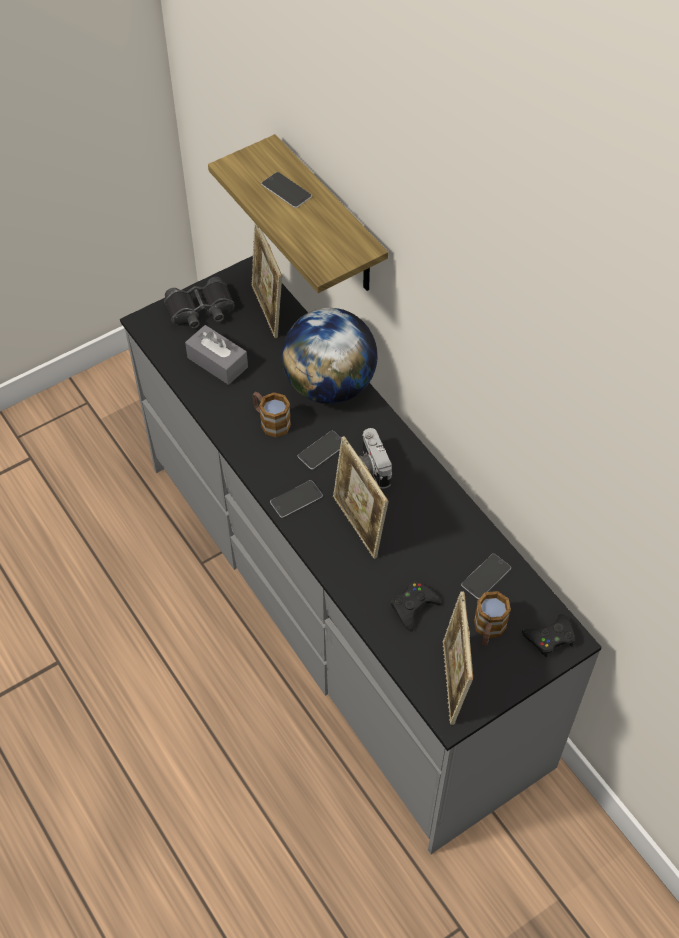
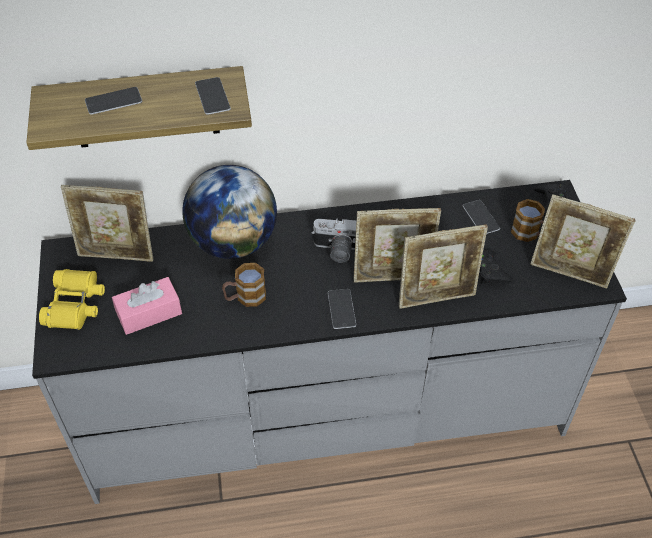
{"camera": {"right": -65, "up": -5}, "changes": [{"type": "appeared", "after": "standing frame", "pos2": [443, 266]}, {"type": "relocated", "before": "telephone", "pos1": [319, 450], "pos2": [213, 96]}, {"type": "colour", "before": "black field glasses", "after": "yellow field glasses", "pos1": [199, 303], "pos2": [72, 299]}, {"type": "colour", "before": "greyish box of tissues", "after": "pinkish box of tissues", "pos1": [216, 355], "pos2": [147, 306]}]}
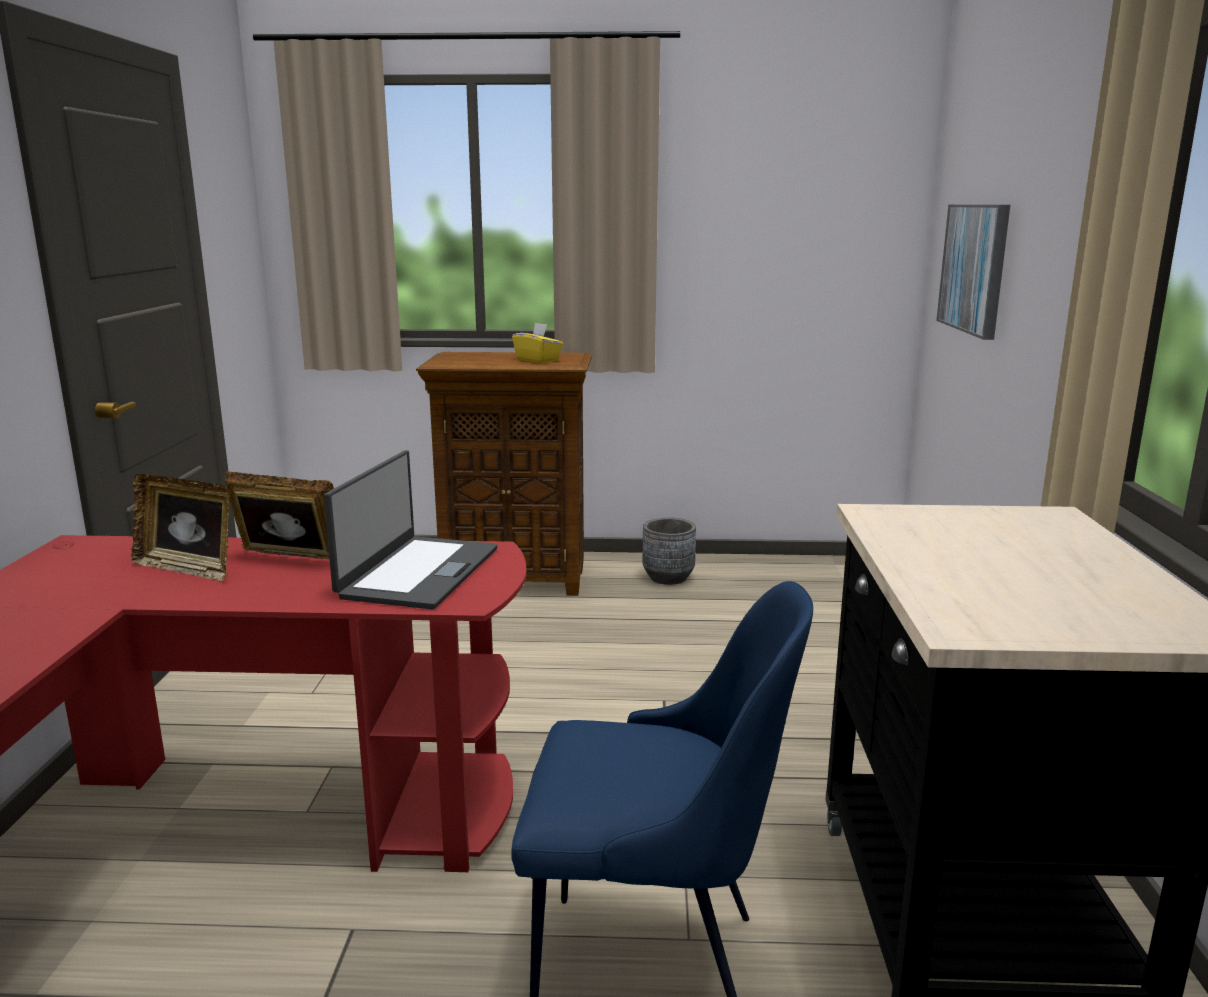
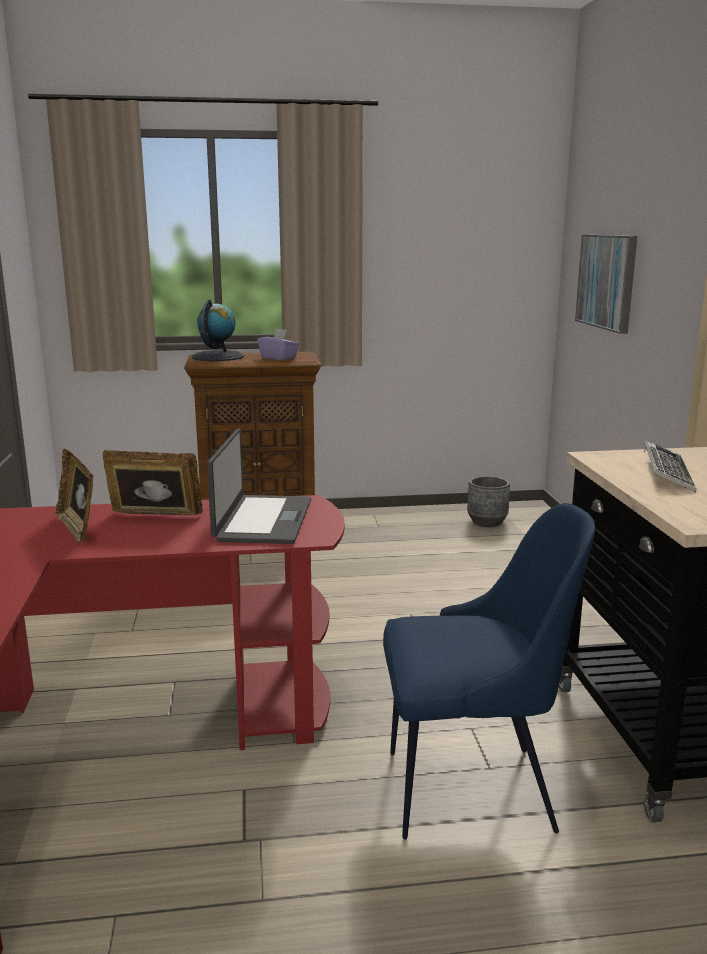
{"camera": {"right": -10, "up": 0}, "changes": [{"type": "appeared", "after": "desk globe", "pos2": [218, 330]}, {"type": "appeared", "after": "computer keyboard", "pos2": [670, 466]}, {"type": "relocated", "before": "greyish flower pot", "pos1": [669, 551], "pos2": [488, 501]}, {"type": "colour", "before": "yellow box of tissues", "after": "purplish box of tissues", "pos1": [537, 342], "pos2": [278, 344]}, {"type": "spun", "before": "standing frame", "pos1": [180, 527], "pos2": [74, 496], "turn": 45}]}
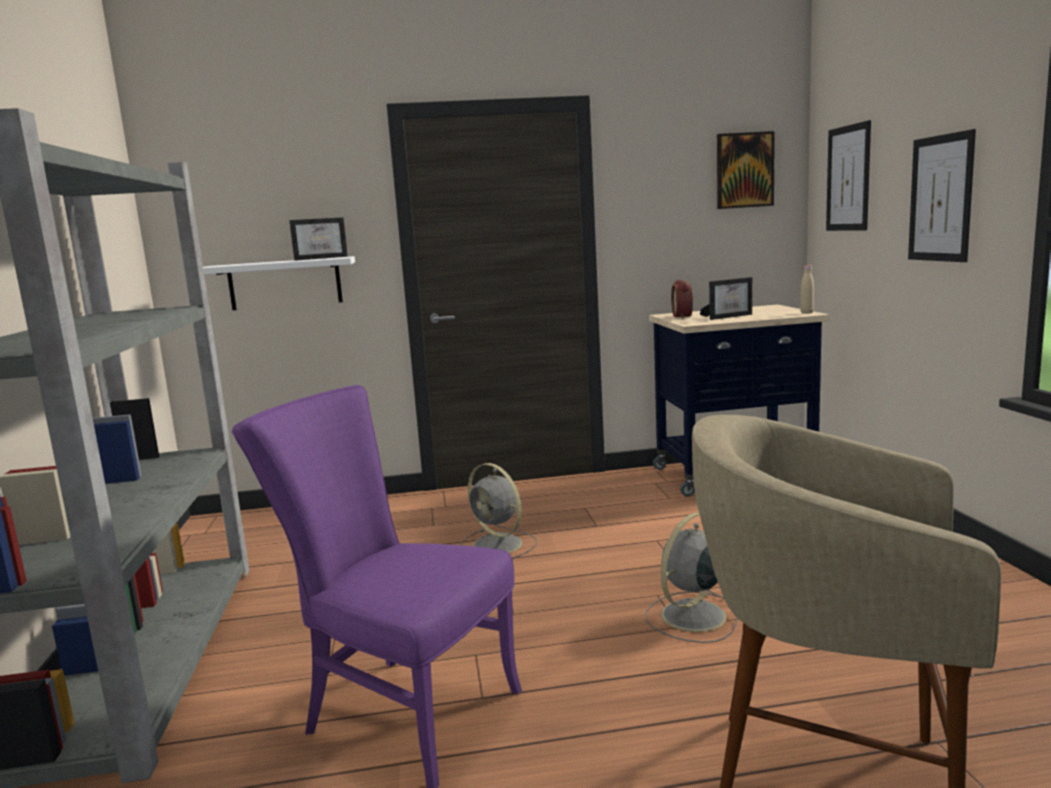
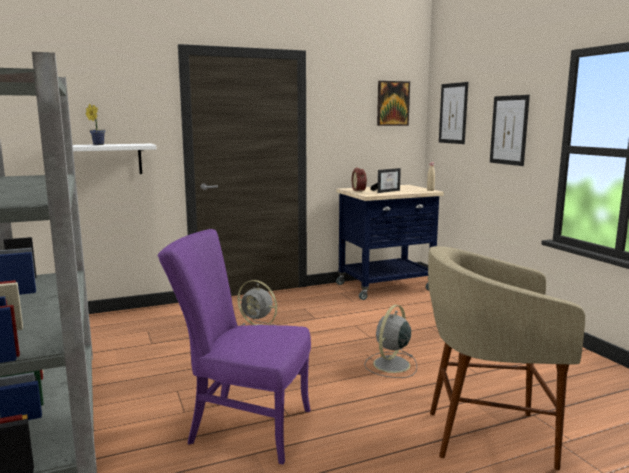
{"camera": {"right": -15, "up": 0}, "changes": [{"type": "missing", "before": "standing frame", "pos1": [318, 239]}, {"type": "appeared", "after": "plant in a pot", "pos2": [95, 124]}]}
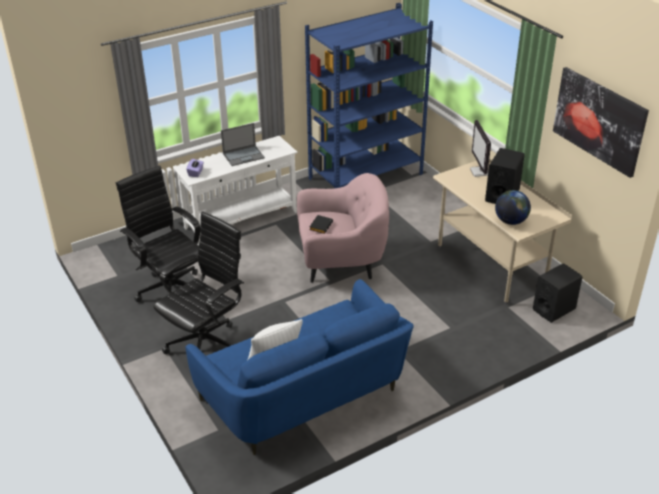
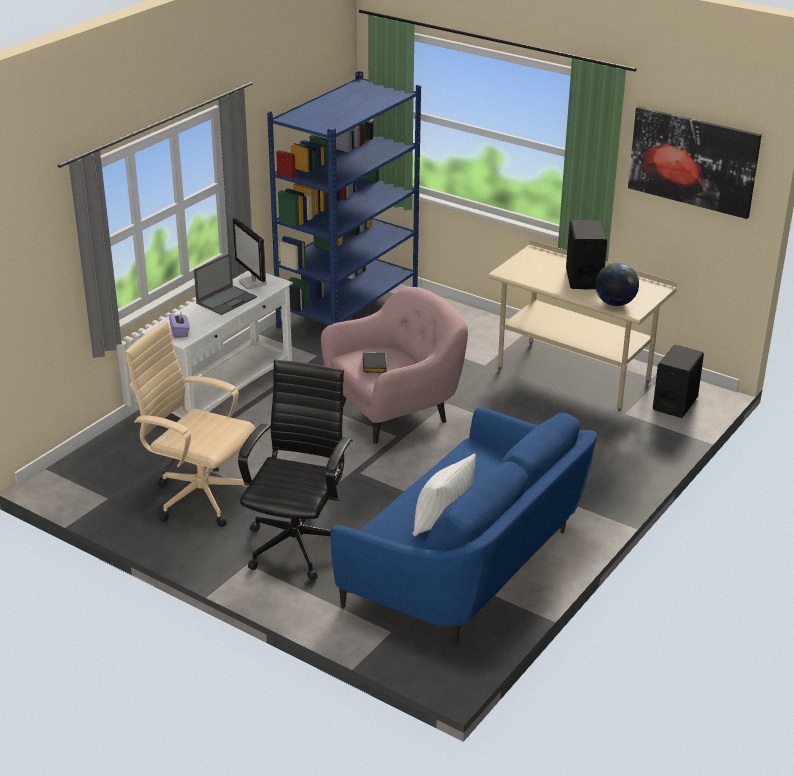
{"camera": {"right": -25, "up": -5}, "changes": [{"type": "relocated", "before": "monitor", "pos1": [480, 148], "pos2": [250, 253]}, {"type": "colour", "before": "black desk chair", "after": "sand-coloured desk chair", "pos1": [158, 234], "pos2": [189, 424]}]}
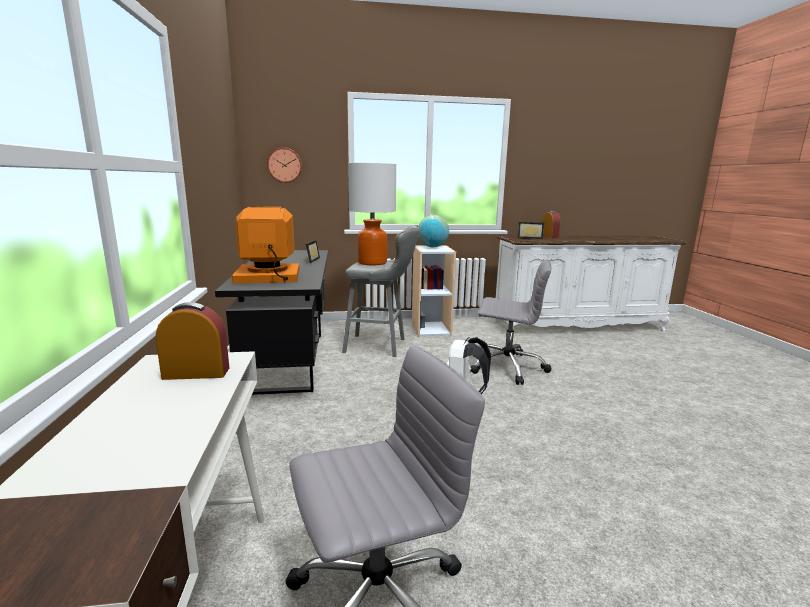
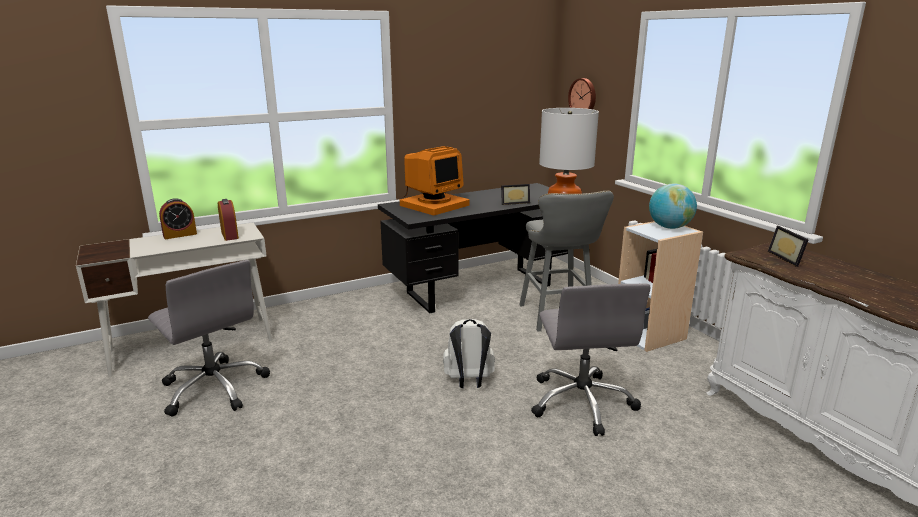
{"camera": {"right": 70, "up": 5}, "changes": [{"type": "relocated", "before": "bedside clock", "pos1": [551, 224], "pos2": [178, 218]}, {"type": "spun", "before": "monitor", "pos1": [265, 245], "pos2": [435, 180], "turn": 75}]}
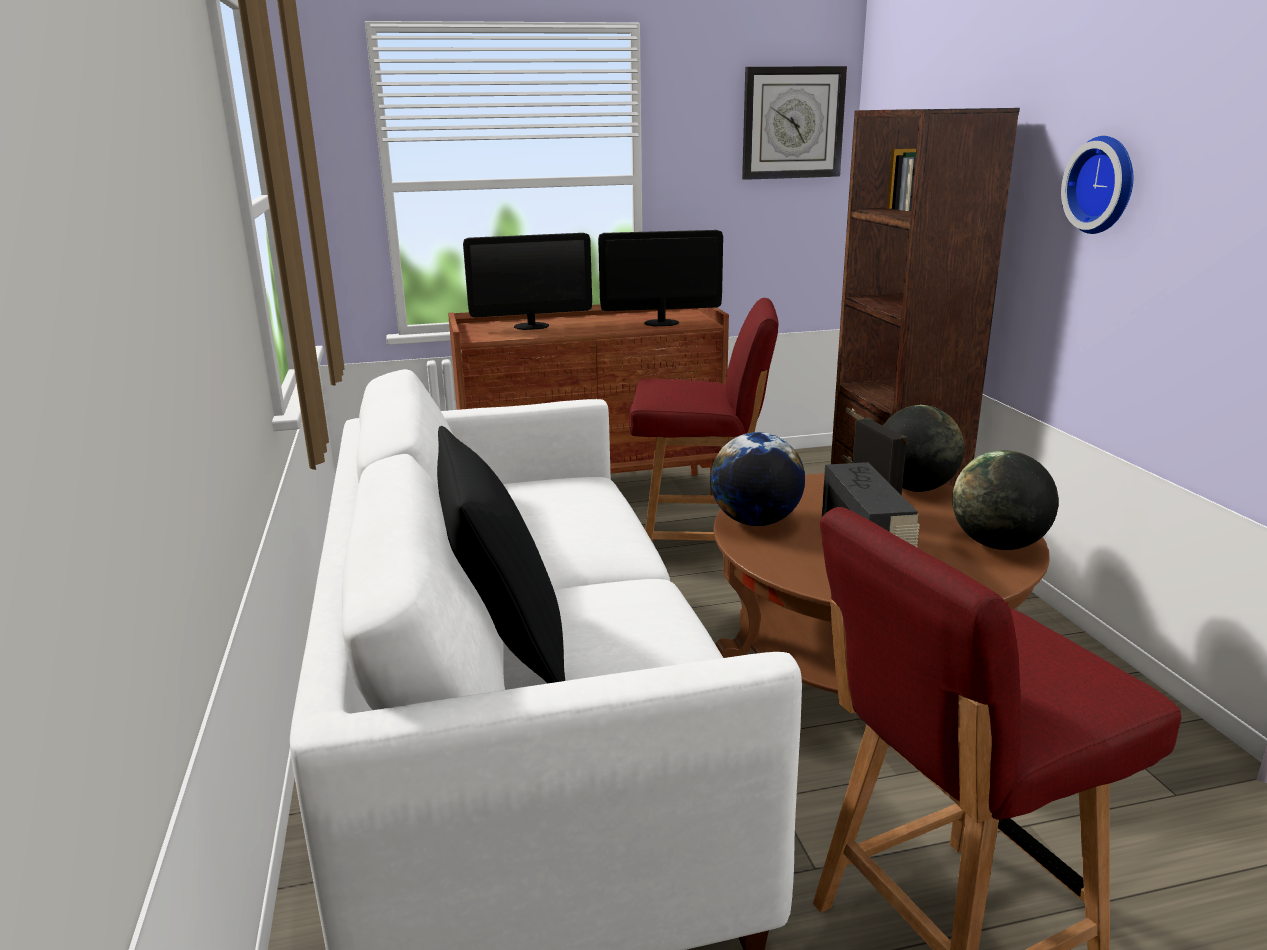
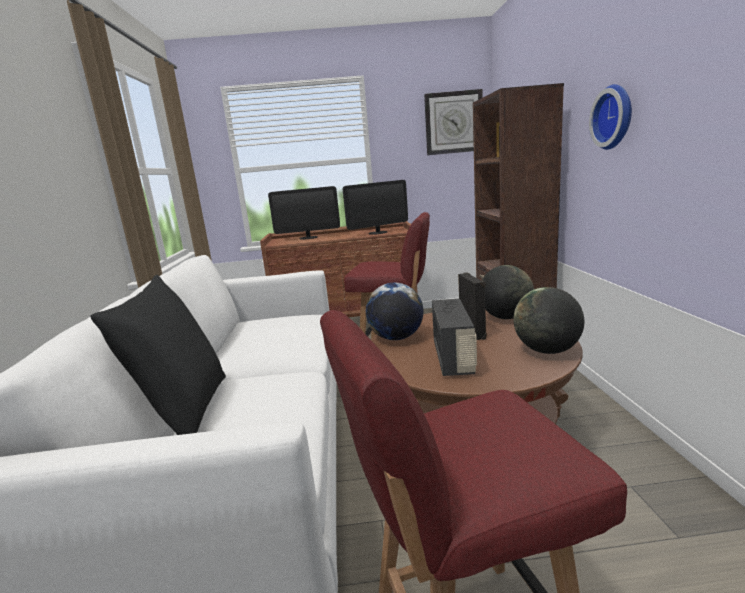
{"camera": {"right": 10, "up": -5}, "changes": [{"type": "spun", "before": "monitor", "pos1": [660, 278], "pos2": [375, 207], "turn": 150}]}
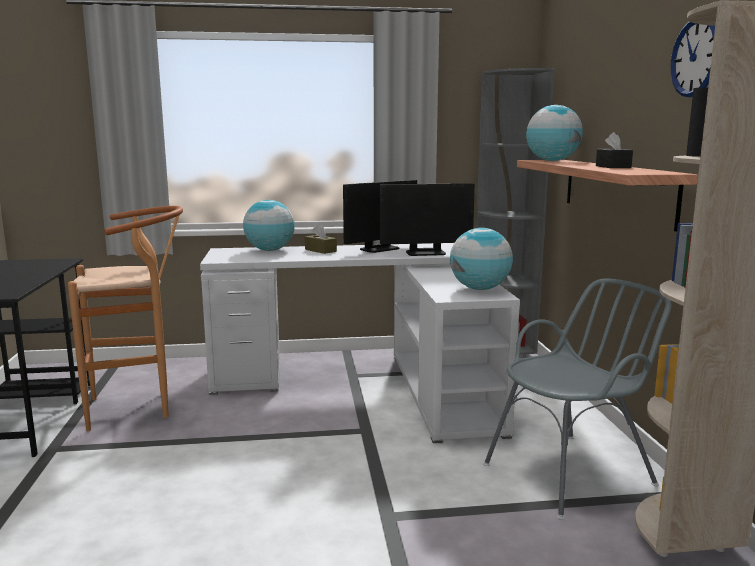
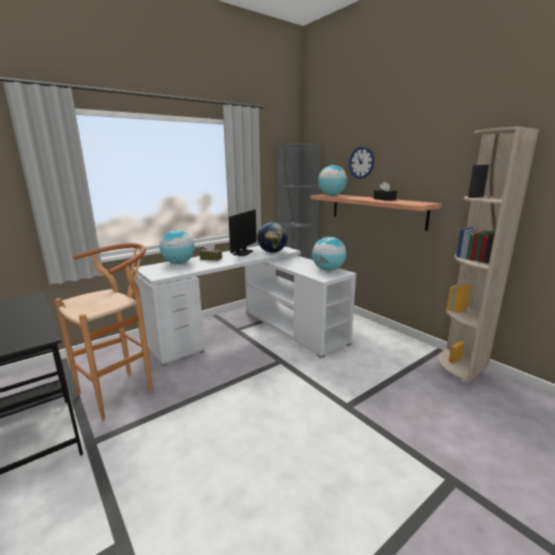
{"camera": {"right": -30, "up": 5}, "changes": [{"type": "missing", "before": "greyish chair", "pos1": [577, 399]}, {"type": "relocated", "before": "clock on the wall", "pos1": [693, 59], "pos2": [361, 162]}, {"type": "exchanged", "before": "monitor", "after": "desk globe", "pos1": [427, 219], "pos2": [272, 237]}]}
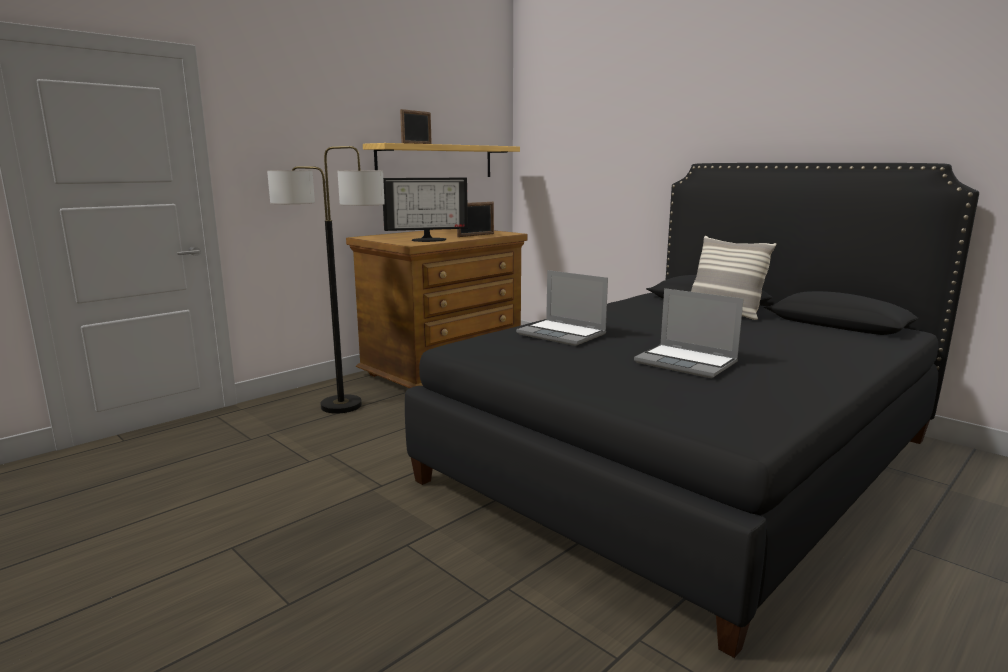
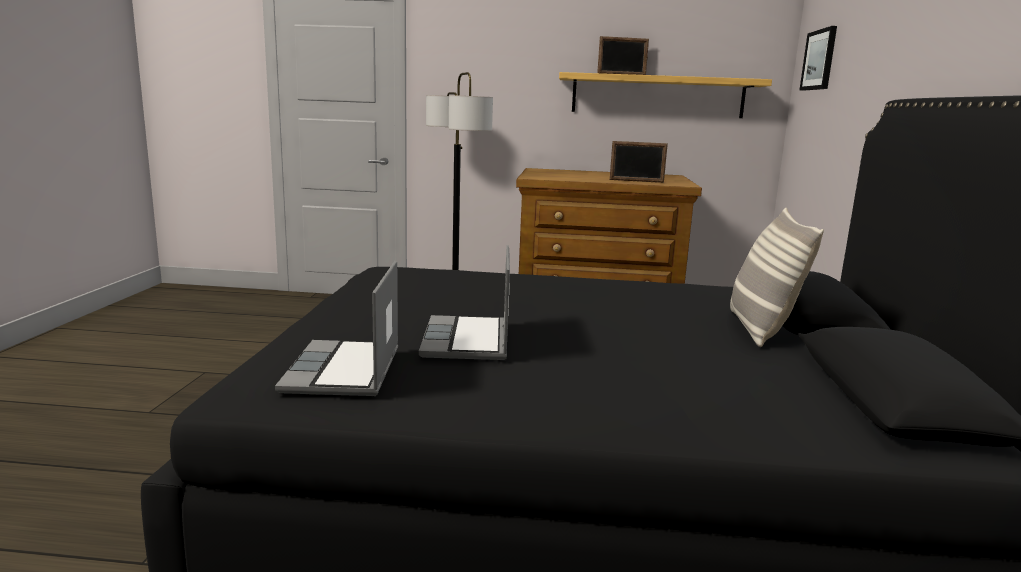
{"camera": {"right": 50, "up": 0}, "changes": [{"type": "missing", "before": "monitor", "pos1": [425, 210]}, {"type": "appeared", "after": "wall art", "pos2": [818, 58]}, {"type": "relocated", "before": "laptop", "pos1": [562, 308], "pos2": [336, 328]}]}
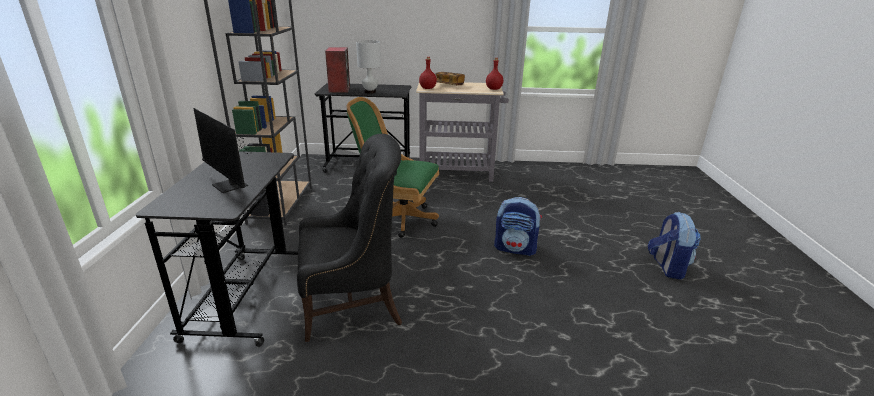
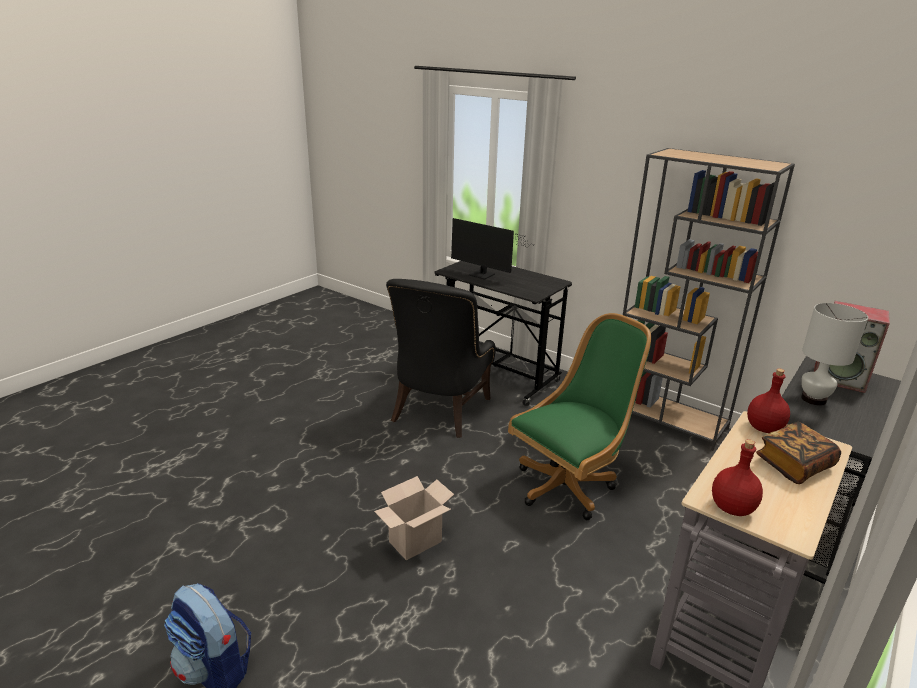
{"camera": {"right": 125, "up": 0}, "changes": [{"type": "exchanged", "before": "rucksack", "after": "packing box", "pos1": [518, 226], "pos2": [414, 518]}, {"type": "spun", "before": "monitor", "pos1": [222, 150], "pos2": [491, 249], "turn": -135}]}
